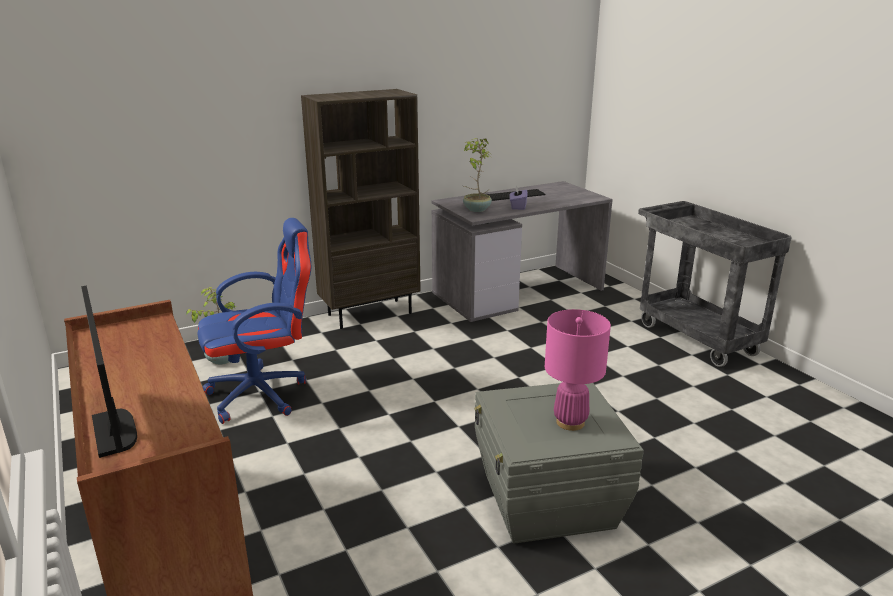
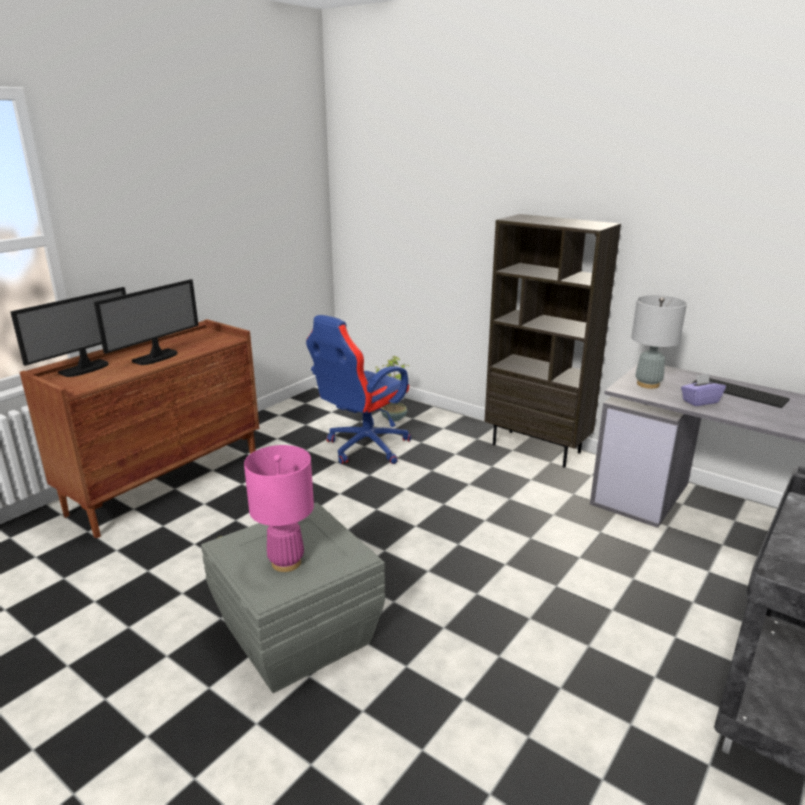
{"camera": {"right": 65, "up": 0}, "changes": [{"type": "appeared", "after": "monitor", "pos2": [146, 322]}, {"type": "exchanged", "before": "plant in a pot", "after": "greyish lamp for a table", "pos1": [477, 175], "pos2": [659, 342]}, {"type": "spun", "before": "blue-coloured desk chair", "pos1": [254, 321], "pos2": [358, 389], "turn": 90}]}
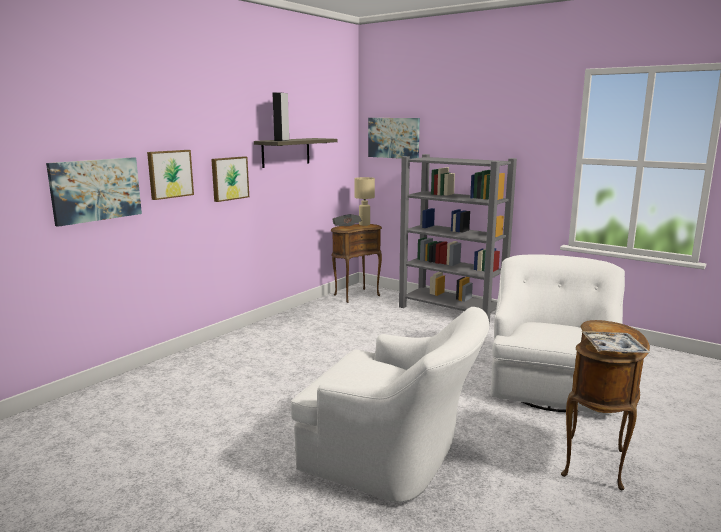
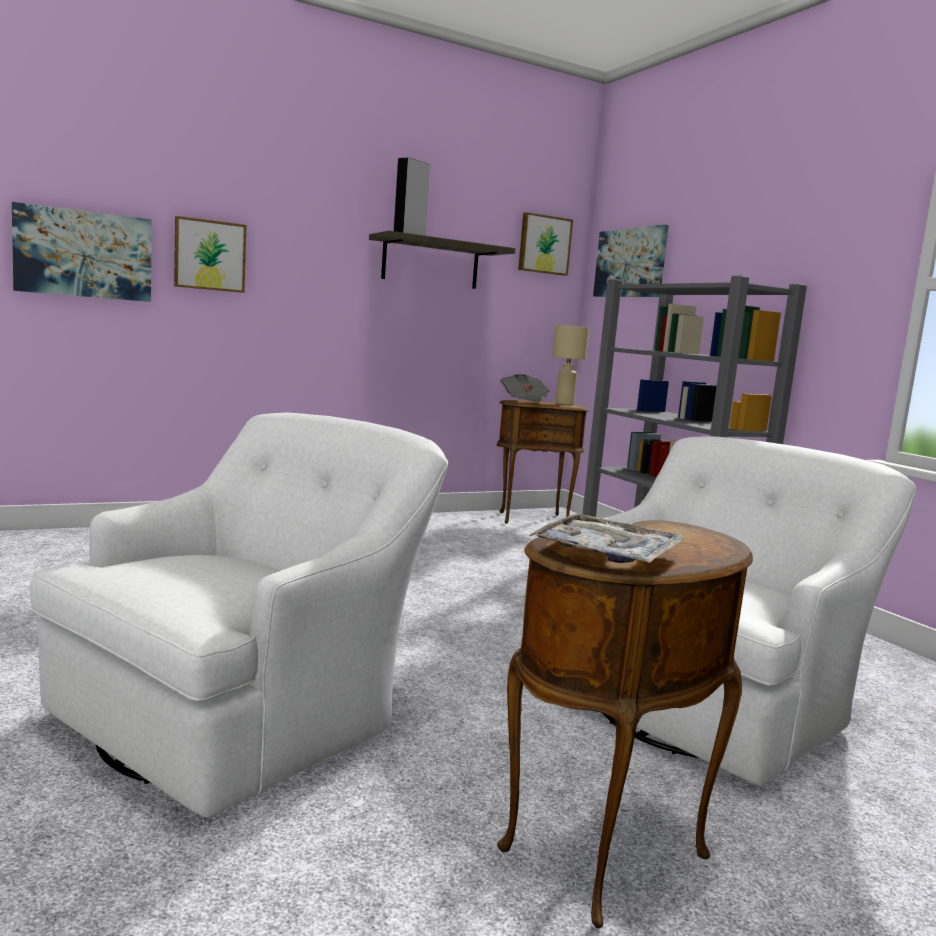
{"camera": {"right": 25, "up": -5}, "changes": [{"type": "relocated", "before": "wall art", "pos1": [230, 179], "pos2": [545, 244]}, {"type": "spun", "before": "whitish easy chair", "pos1": [390, 404], "pos2": [239, 615], "turn": -105}]}
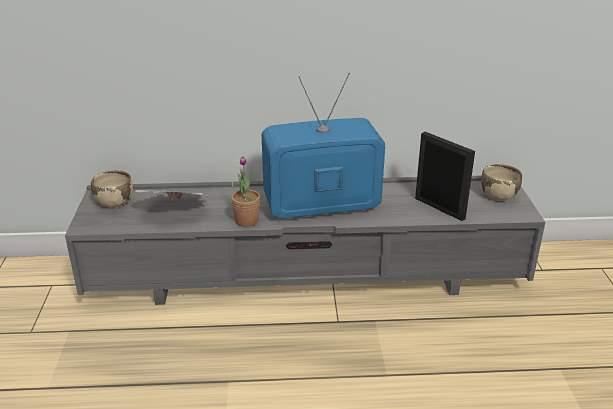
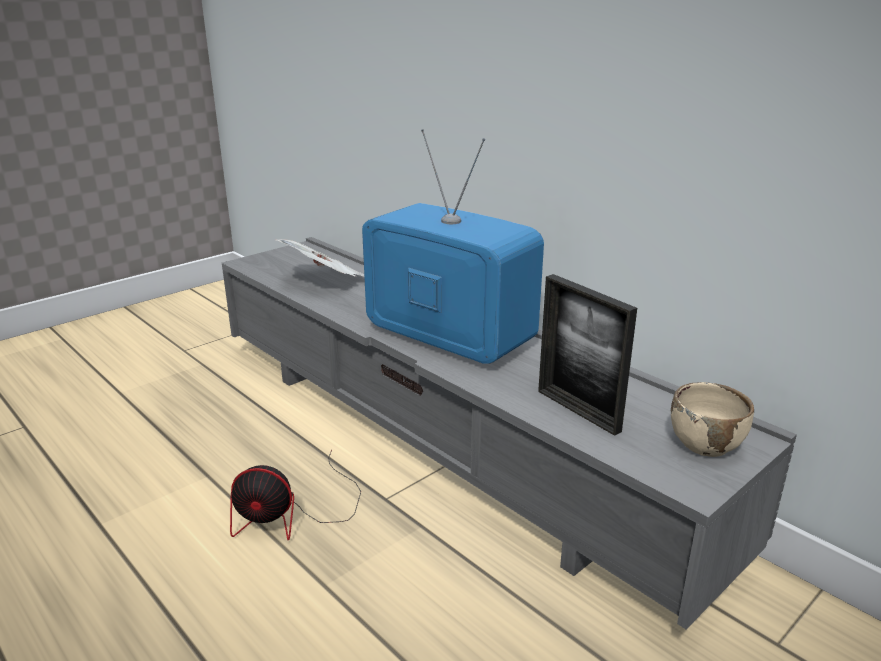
{"camera": {"right": 50, "up": -5}, "changes": [{"type": "missing", "before": "sand-coloured serving bowl", "pos1": [112, 189]}, {"type": "missing", "before": "plant in a pot", "pos1": [245, 191]}, {"type": "appeared", "after": "fan", "pos2": [295, 495]}, {"type": "spun", "before": "standing frame", "pos1": [445, 176], "pos2": [587, 355], "turn": 135}]}
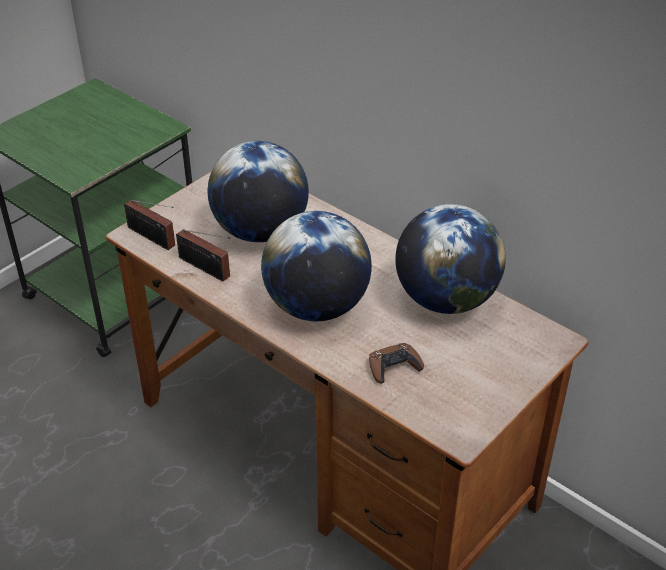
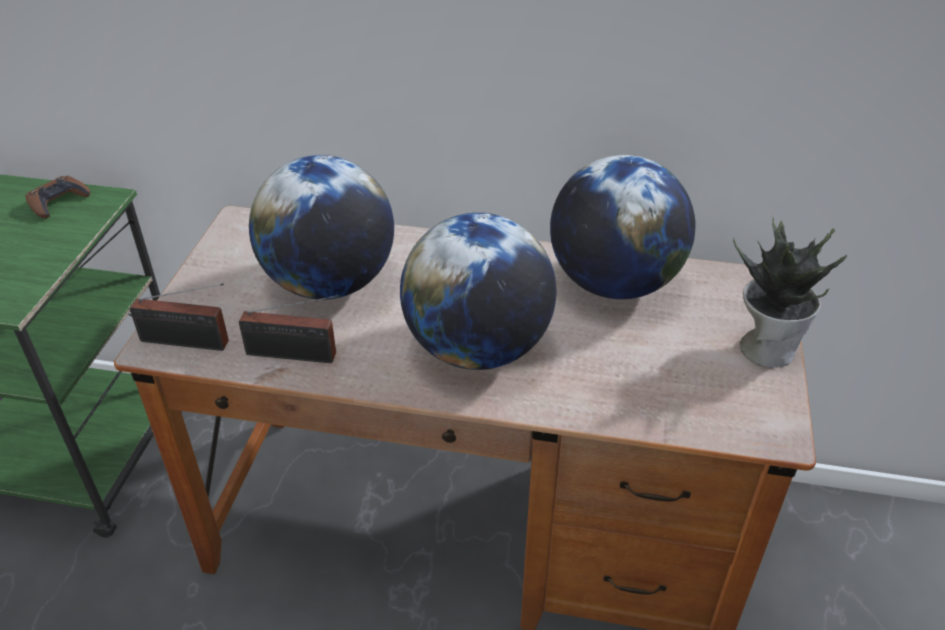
{"camera": {"right": -30, "up": 0}, "changes": [{"type": "appeared", "after": "plant in a pot", "pos2": [790, 293]}, {"type": "relocated", "before": "brown game controller", "pos1": [396, 363], "pos2": [57, 197]}]}
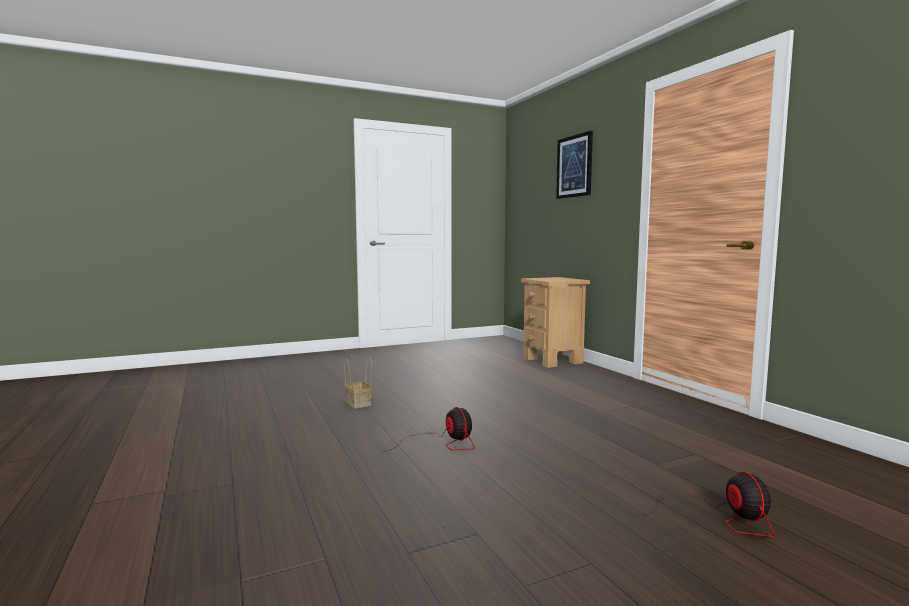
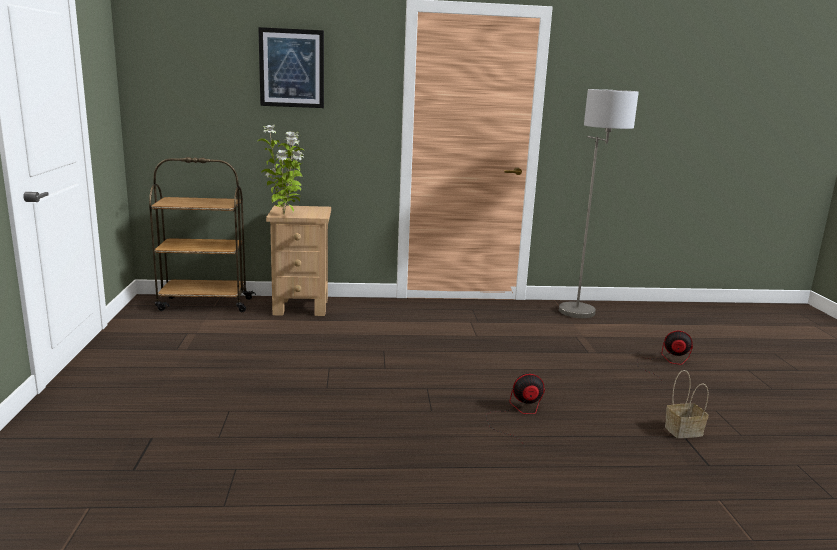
{"camera": {"right": -70, "up": 10}, "changes": [{"type": "appeared", "after": "brown cart", "pos2": [202, 234]}, {"type": "appeared", "after": "plant in a pot", "pos2": [281, 170]}, {"type": "appeared", "after": "greyish floor lamp", "pos2": [599, 203]}, {"type": "relocated", "before": "storage basket", "pos1": [358, 382], "pos2": [687, 404]}]}
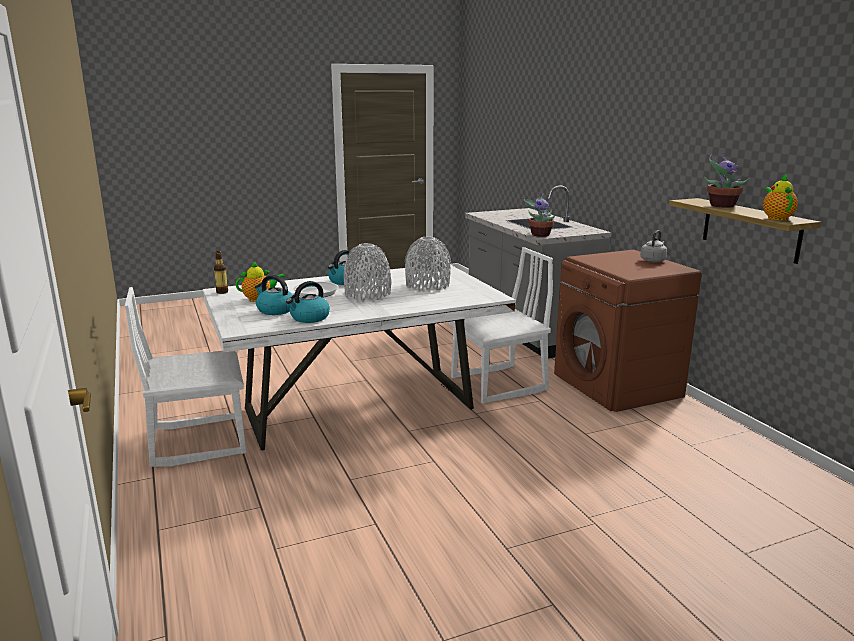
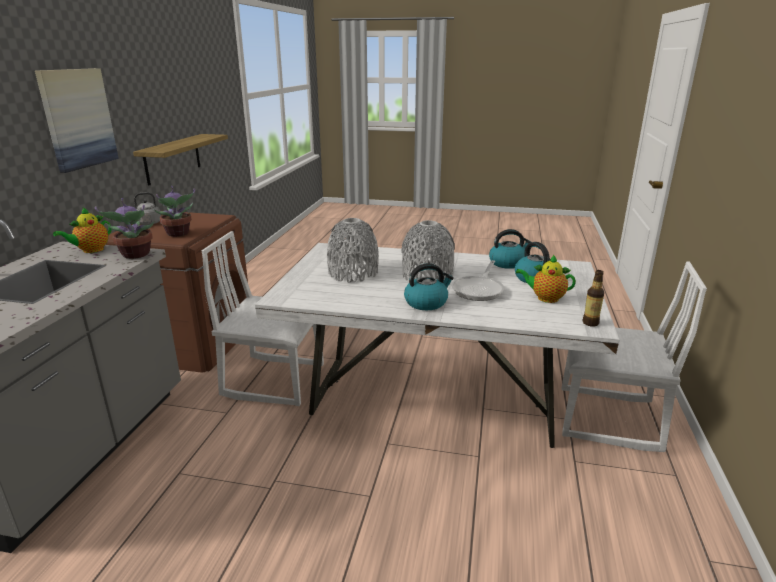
{"camera": {"right": -145, "up": 5}, "changes": [{"type": "appeared", "after": "wall art", "pos2": [77, 120]}, {"type": "relocated", "before": "plant in a pot", "pos1": [727, 180], "pos2": [174, 211]}, {"type": "relocated", "before": "tea pot", "pos1": [780, 197], "pos2": [82, 230]}]}
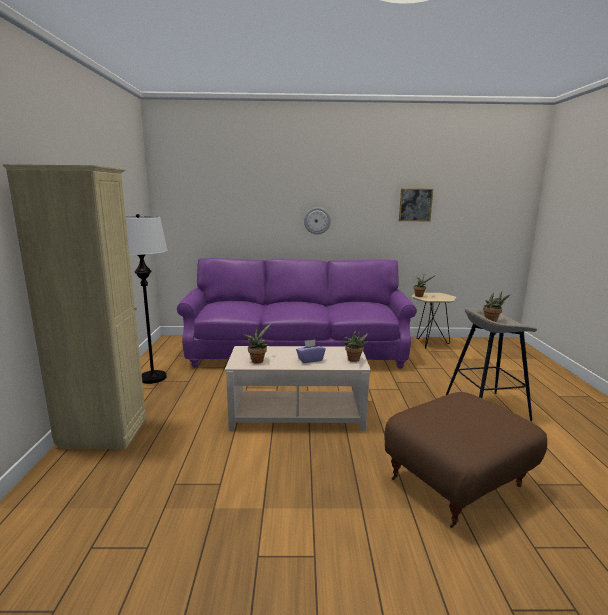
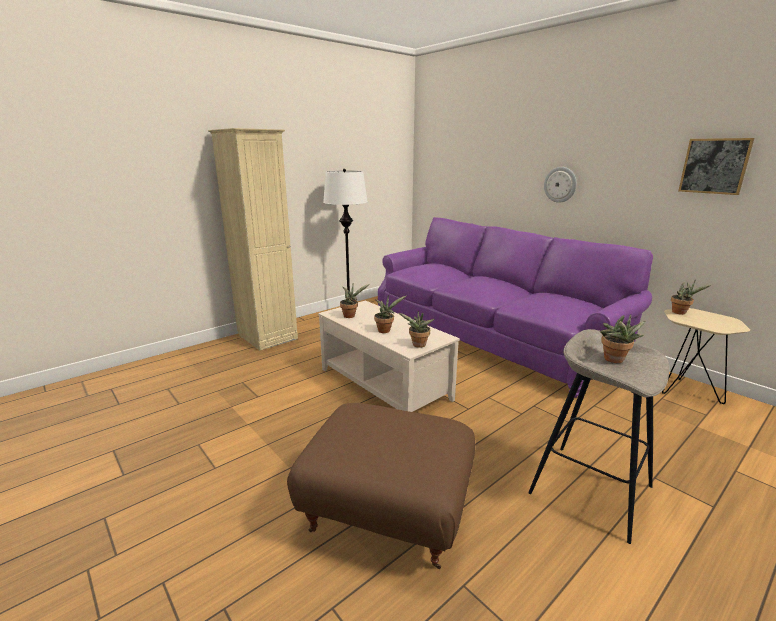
{"camera": {"right": 50, "up": 5}, "changes": [{"type": "exchanged", "before": "purplish box of tissues", "after": "plant in a pot", "pos1": [311, 351], "pos2": [390, 314]}]}
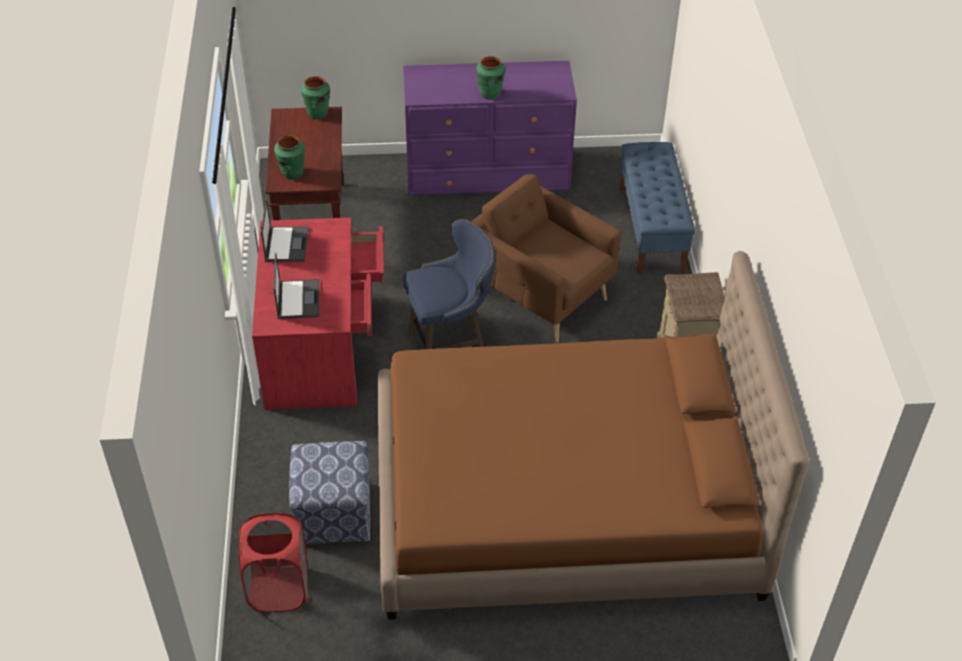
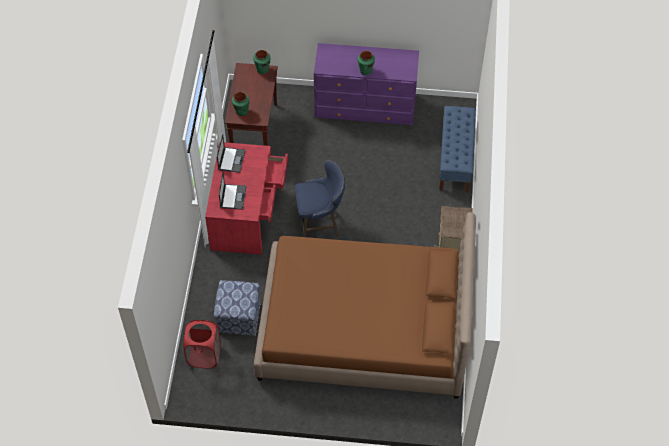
{"camera": {"right": 10, "up": 10}, "changes": [{"type": "missing", "before": "brown easy chair", "pos1": [546, 258]}]}
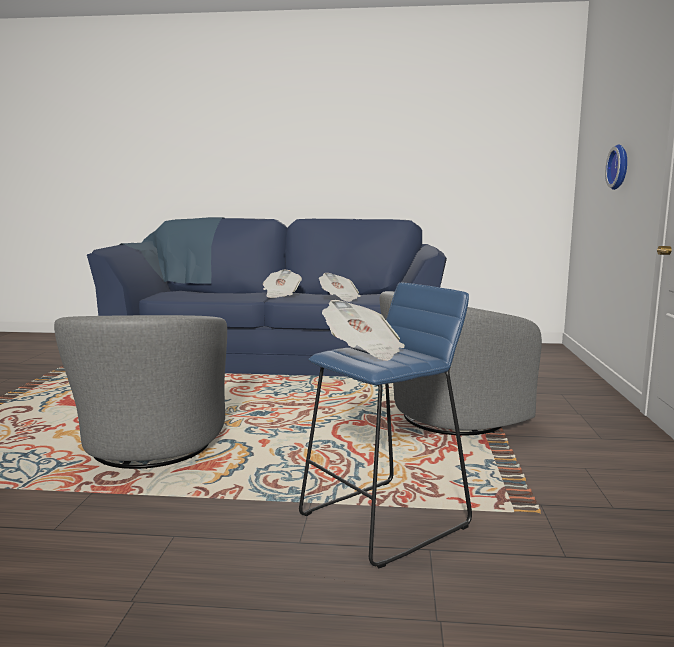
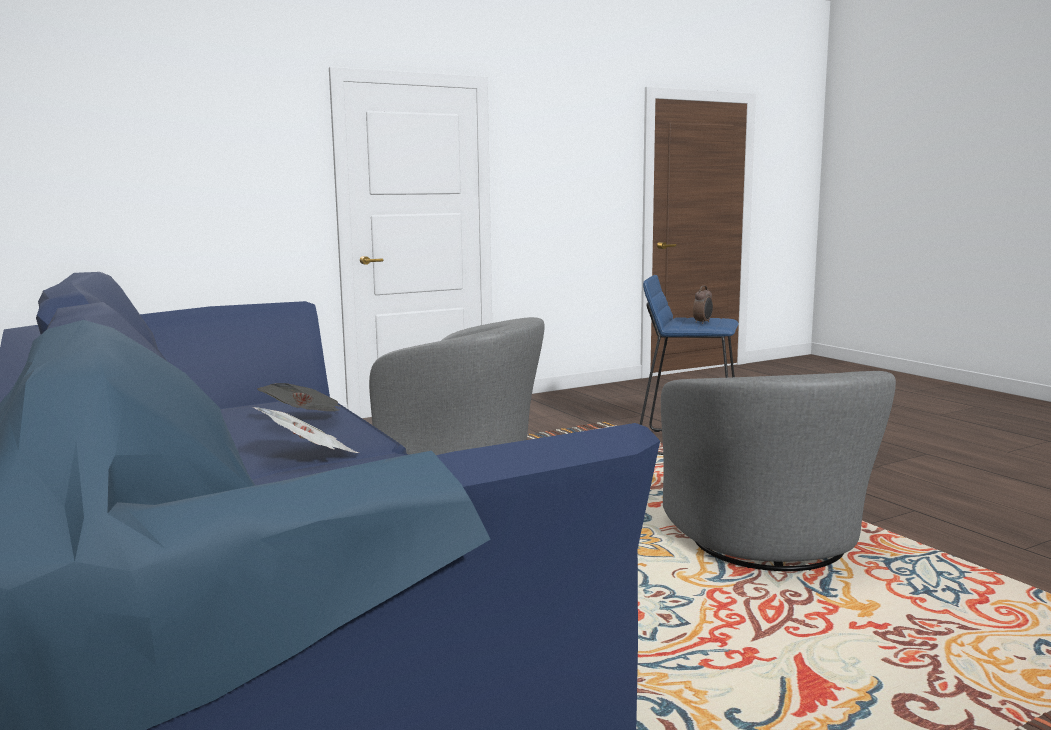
{"camera": {"right": -125, "up": 0}, "changes": [{"type": "missing", "before": "clock on the wall", "pos1": [616, 167]}, {"type": "exchanged", "before": "daily paper", "after": "bedside clock", "pos1": [363, 330], "pos2": [703, 304]}, {"type": "spun", "before": "greyish easy chair", "pos1": [140, 392], "pos2": [778, 471], "turn": 120}]}
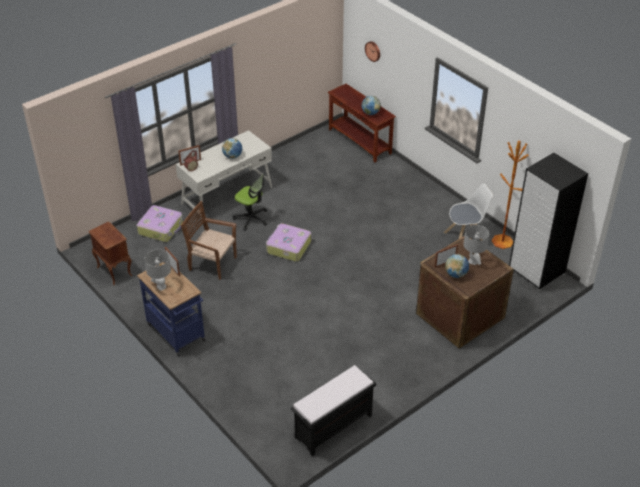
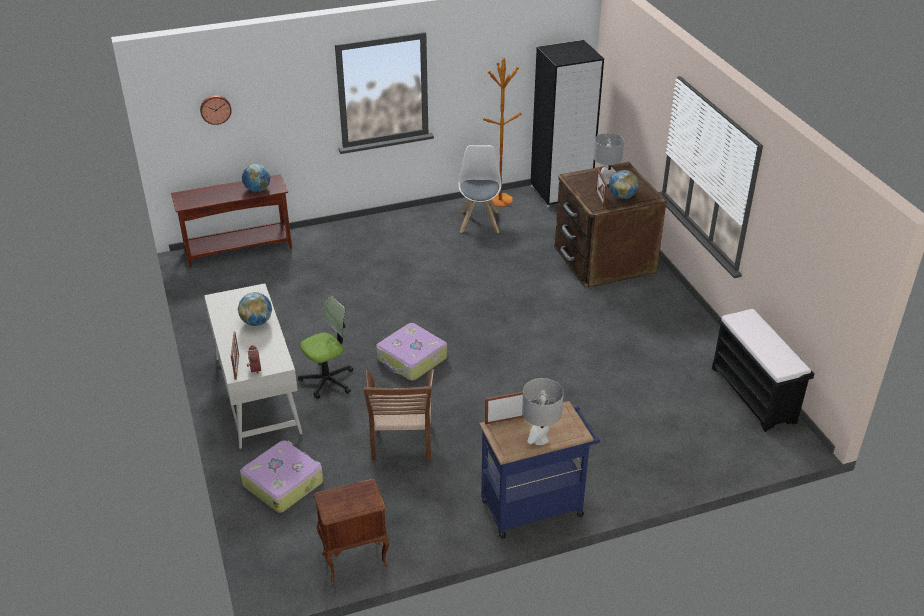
{"camera": {"right": -70, "up": -5}, "changes": [{"type": "spun", "before": "brown easy chair", "pos1": [209, 240], "pos2": [399, 414], "turn": -45}]}
